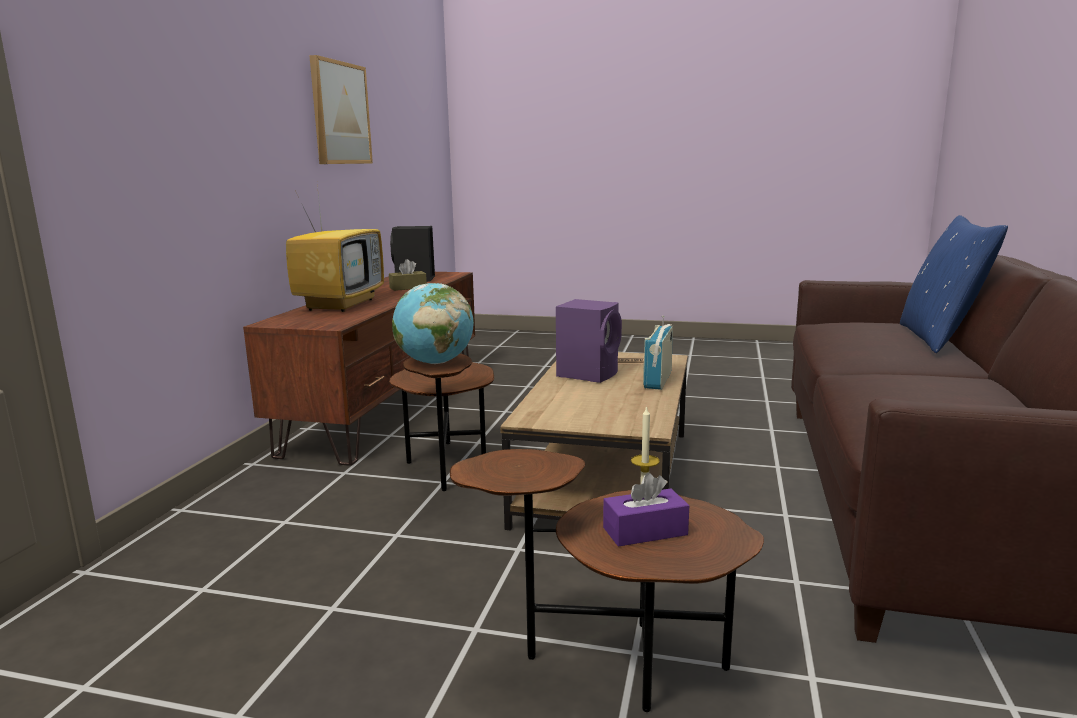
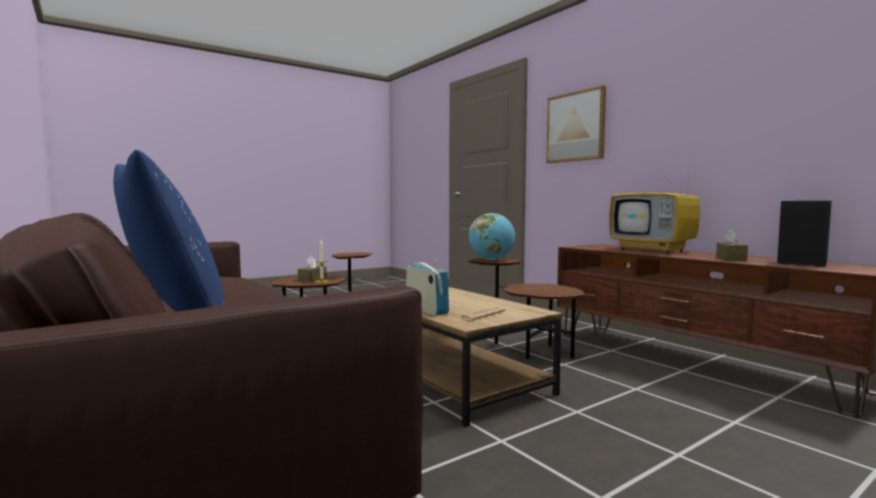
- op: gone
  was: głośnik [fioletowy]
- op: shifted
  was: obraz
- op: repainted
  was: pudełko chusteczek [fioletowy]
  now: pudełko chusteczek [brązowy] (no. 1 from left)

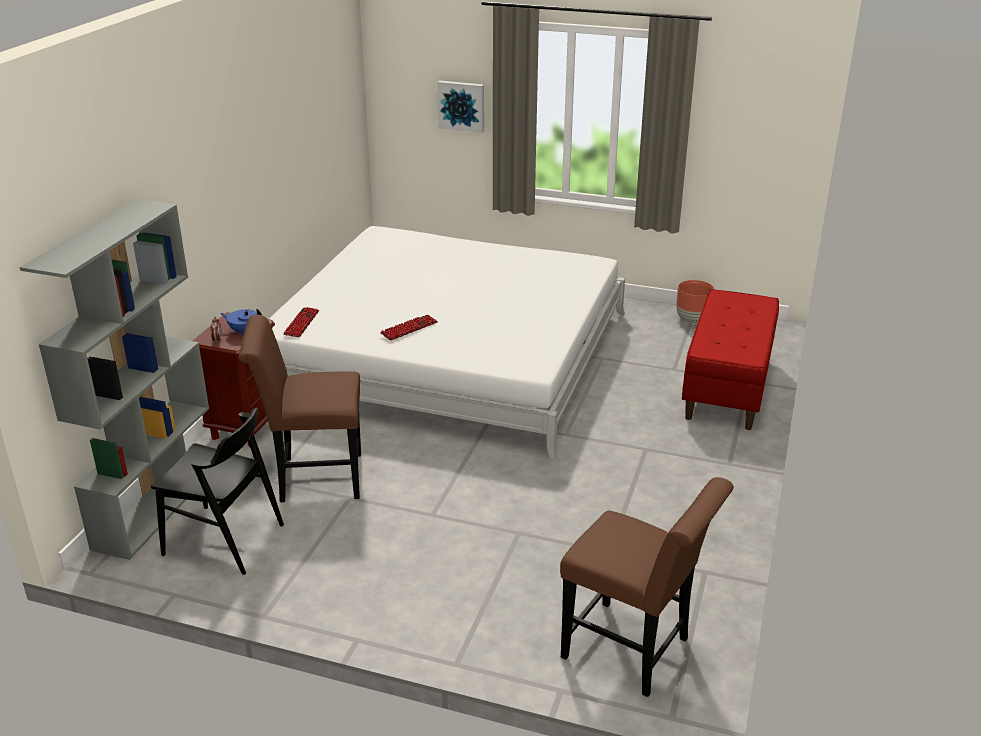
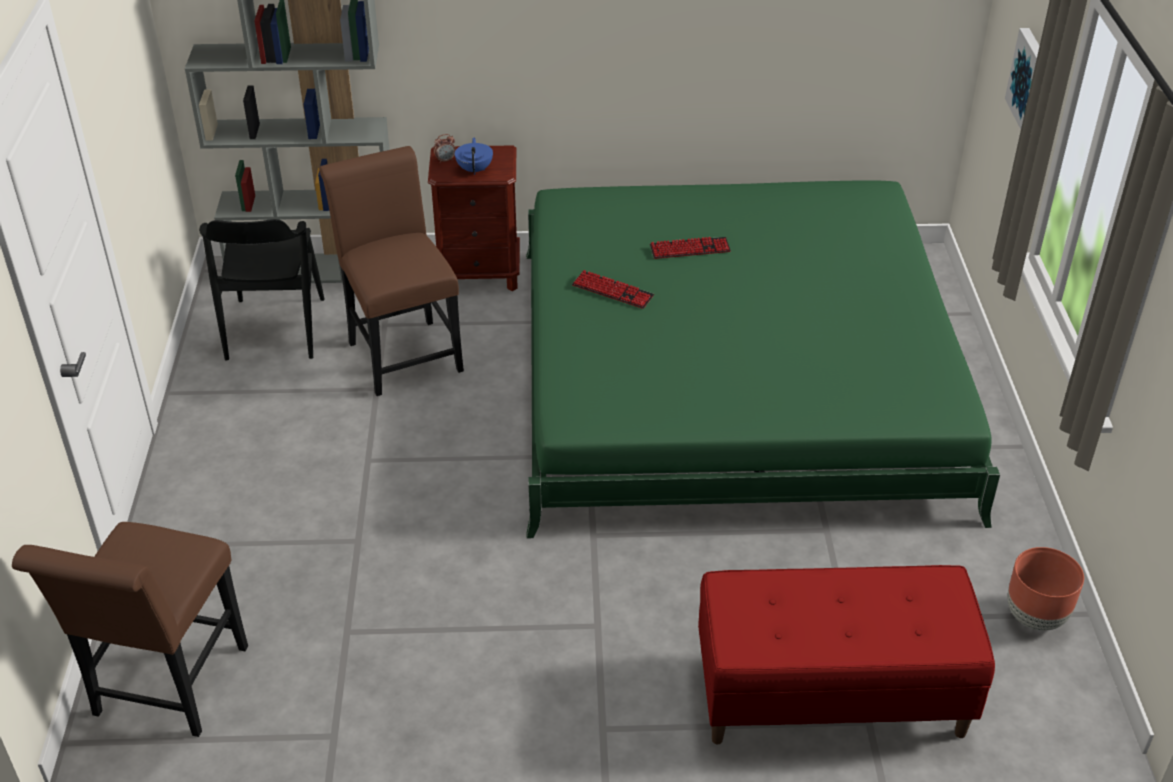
- op: shifted
  was: klawiatura (no. 1 from left in the first image)
  now: klawiatura (no. 2 from left)
- op: repainted
  was: łóżko [biały]
  now: łóżko [zielony]

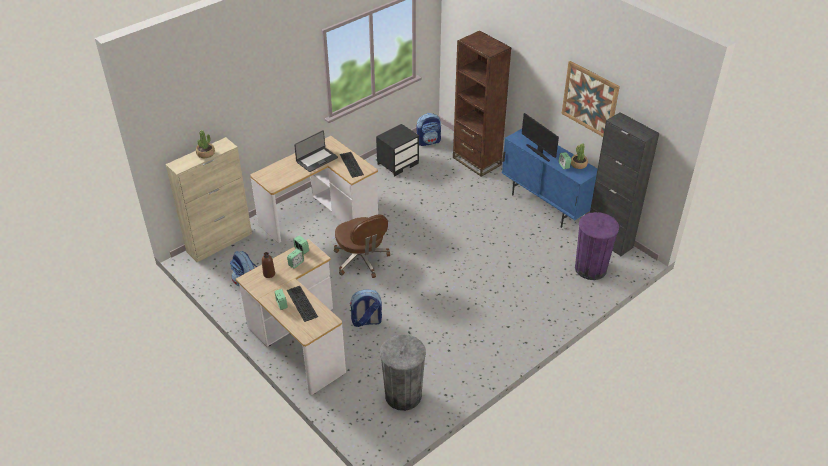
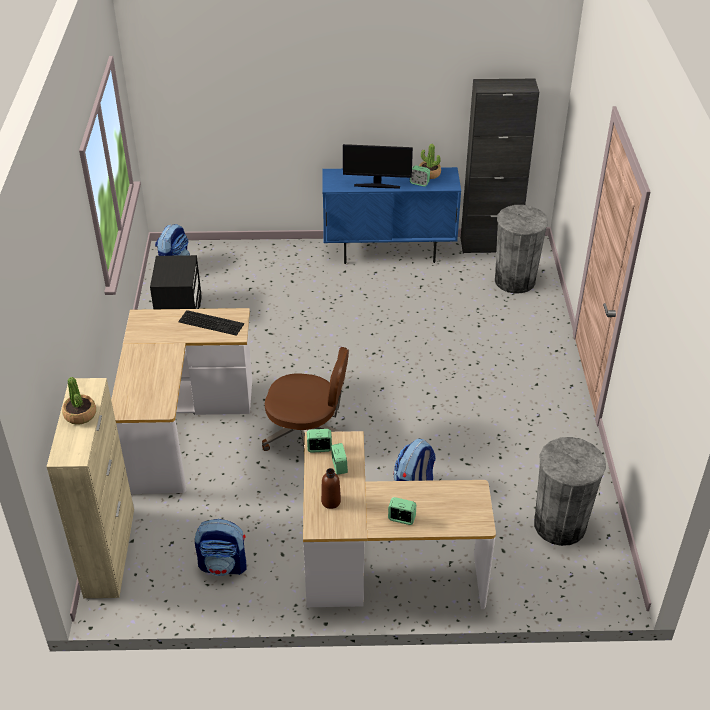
- op: gone
  was: klawiatura (no. 1 from left)
- op: gone
  was: laptop
- op: gone
  was: regał [brązowy]
- op: gone
  was: obraz
- op: repainted
  was: kosz na śmieci [fioletowy]
  now: kosz na śmieci [szary] (no. 1 from left)

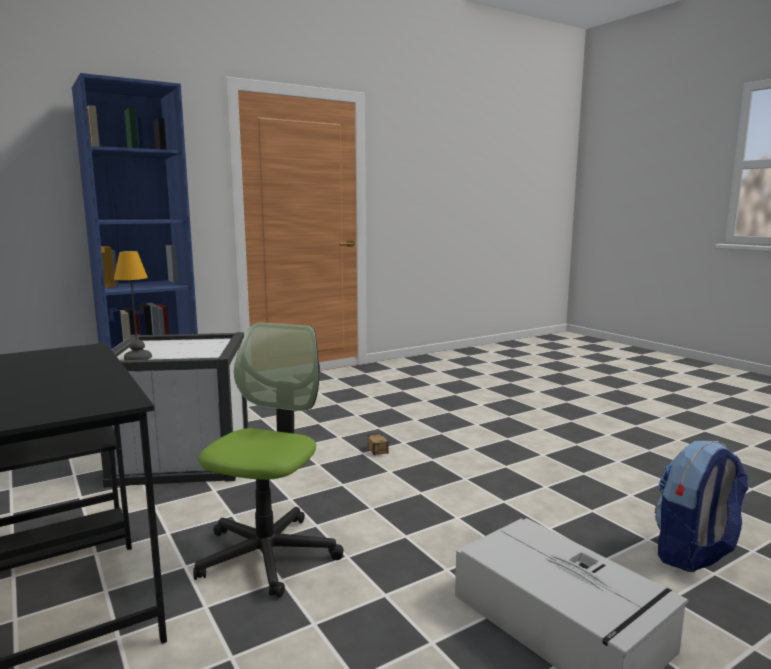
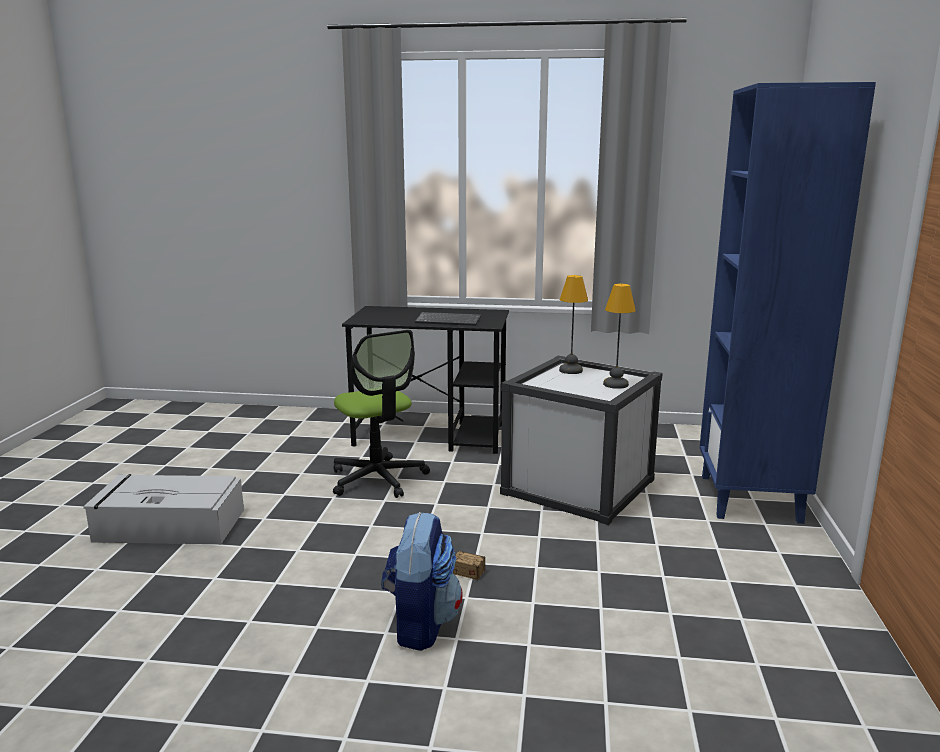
- op: new
  now: klawiatura
- op: new
  now: lampa stołowa (no. 2 from left)
- op: shifted
  was: plecak

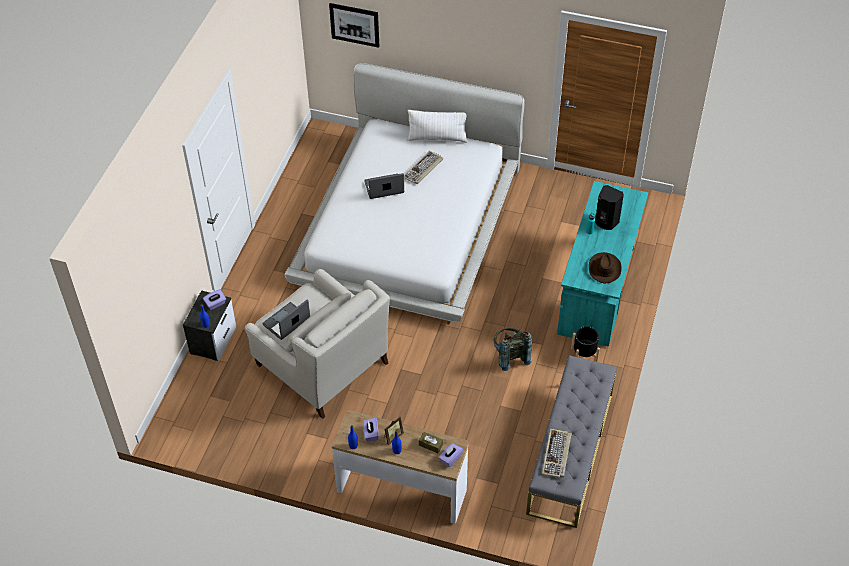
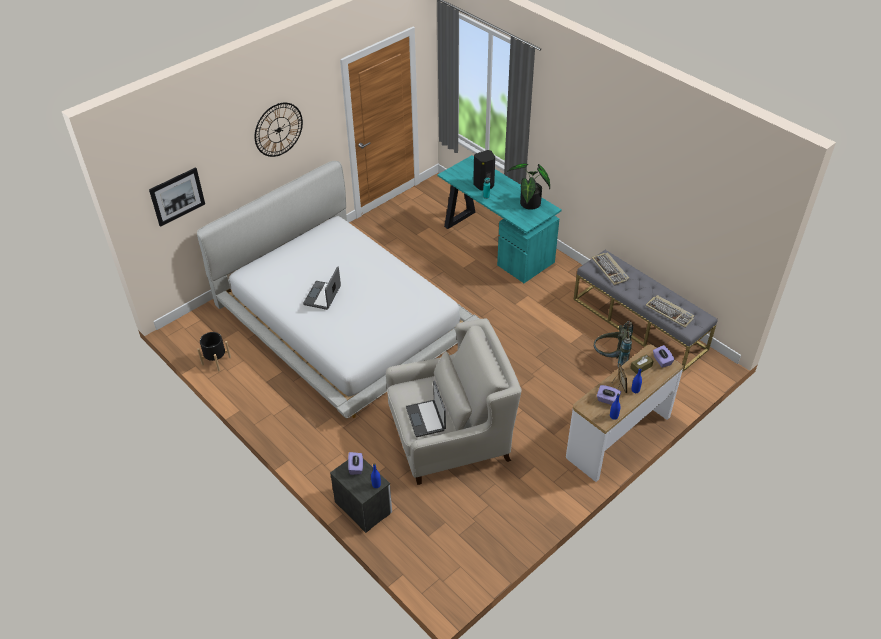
- op: gone
  was: poduszka [biały]
- op: new
  now: zegar ścienny
- op: shifted
  was: klawiatura (no. 1 from left)
- op: shifted
  was: plecak [szary]
- op: shifted
  was: donica [czarny]
- op: swapped
  was: kapelusz [brązowy]
  now: roślina doniczkowa

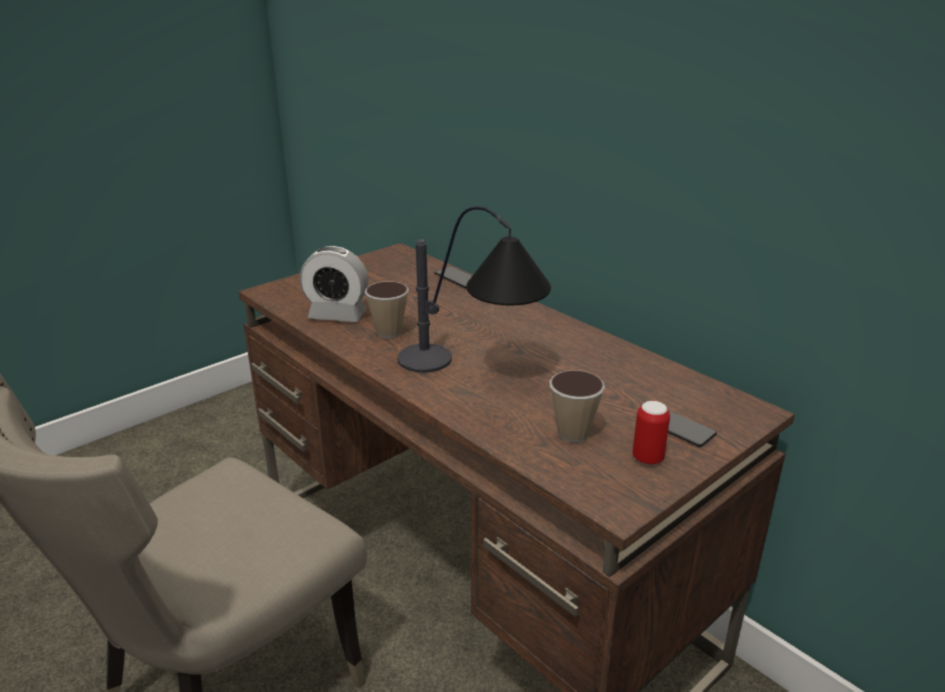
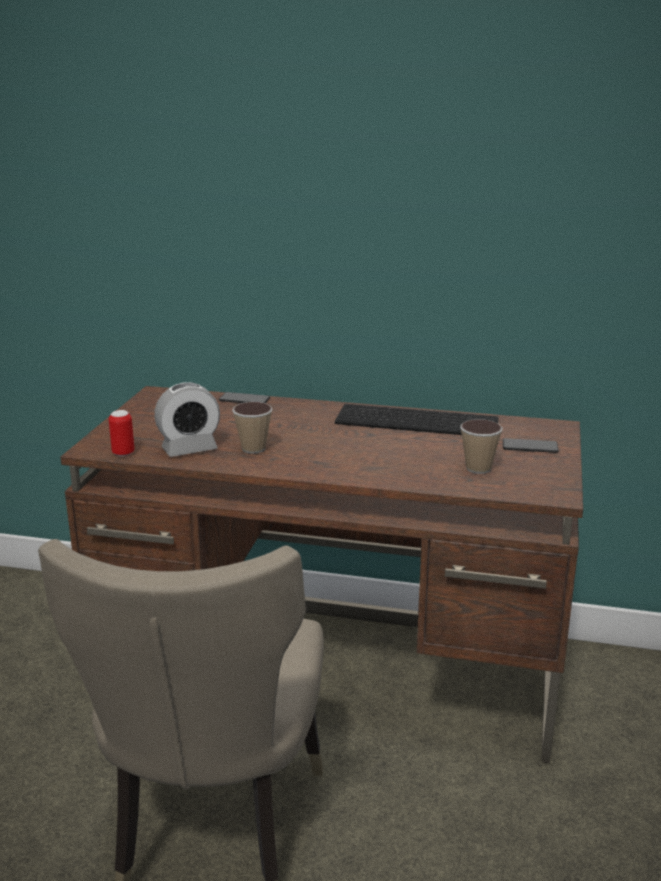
- op: gone
  was: lampa stołowa
- op: new
  now: klawiatura
- op: shifted
  was: puszka

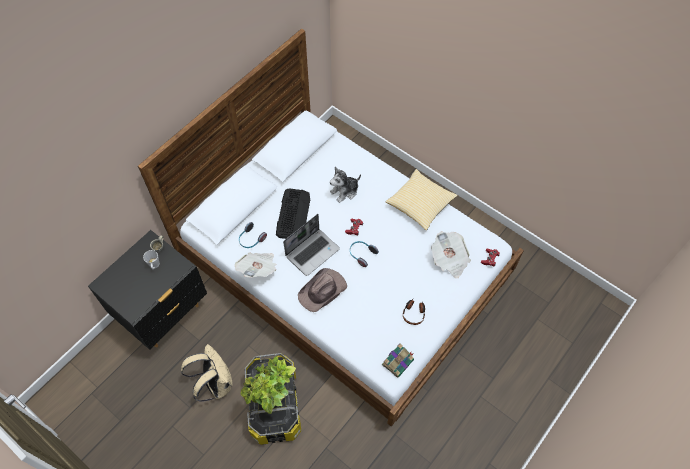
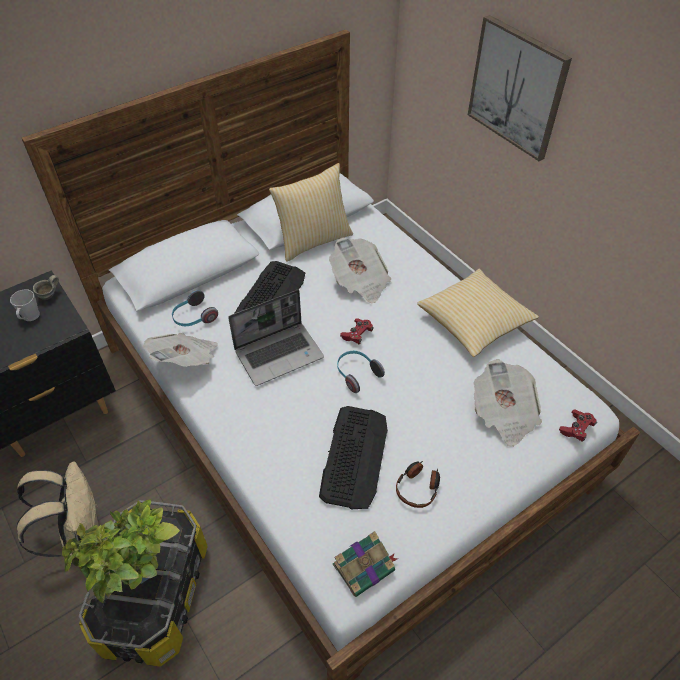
- op: gone
  was: kapelusz [brązowy]
- op: new
  now: poduszka (no. 1 from left)
- op: new
  now: klawiatura (no. 2 from left)
- op: new
  now: obraz
- op: swapped
  was: pluszak
  now: gazeta (no. 2 from left)

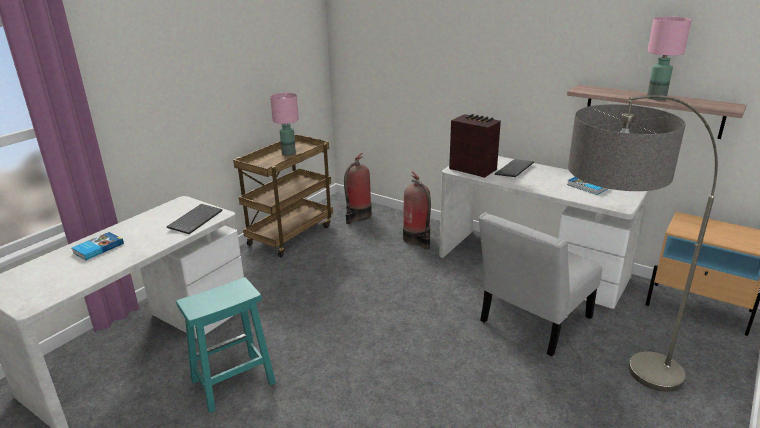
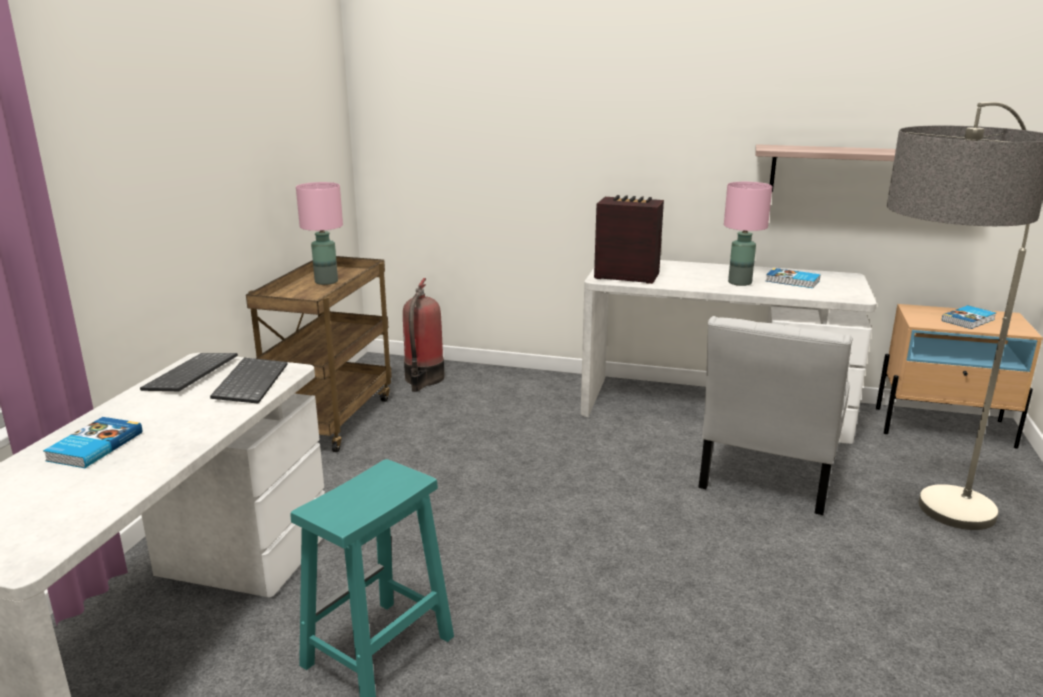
- op: gone
  was: gaśnica (no. 2 from left)
- op: new
  now: książka (no. 3 from left)
- op: shifted
  was: klawiatura (no. 2 from left in the first image)
  now: klawiatura (no. 1 from left)
- op: shifted
  was: lampa stołowa [różowy] (no. 2 from left)

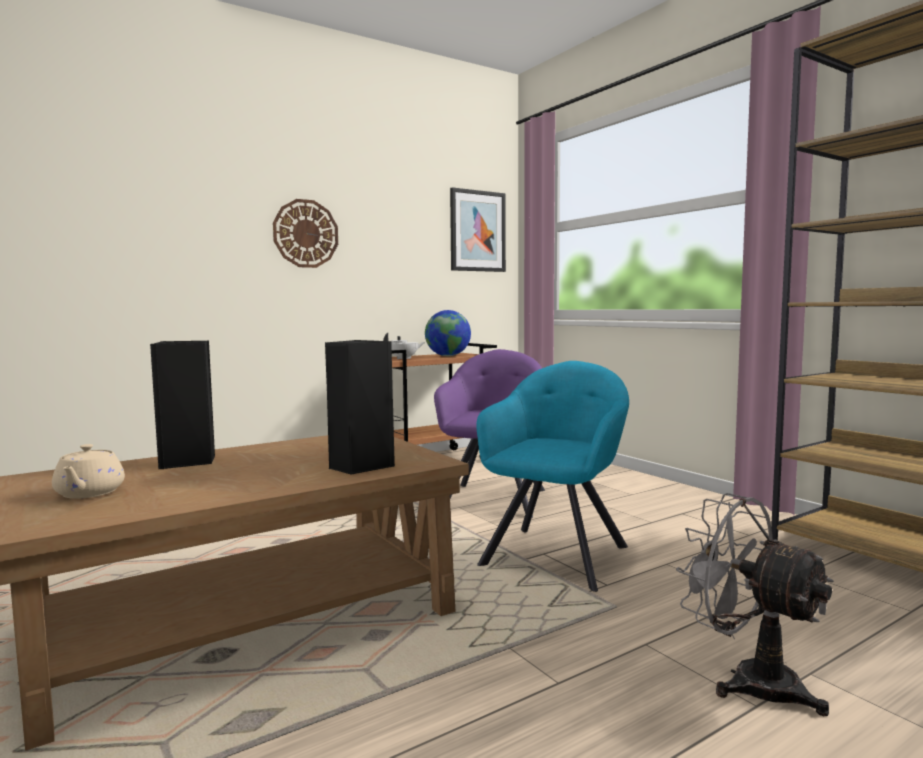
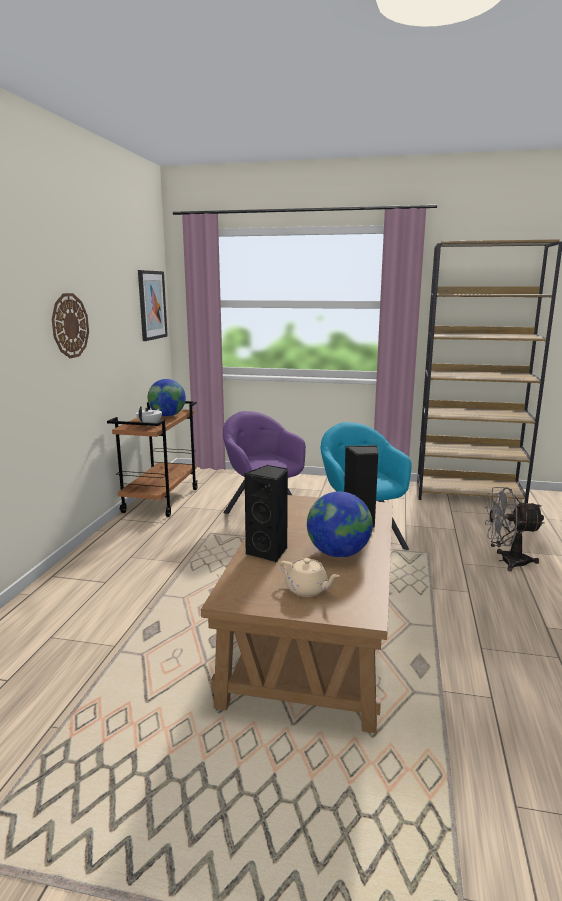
- op: new
  now: globus (no. 2 from left)

